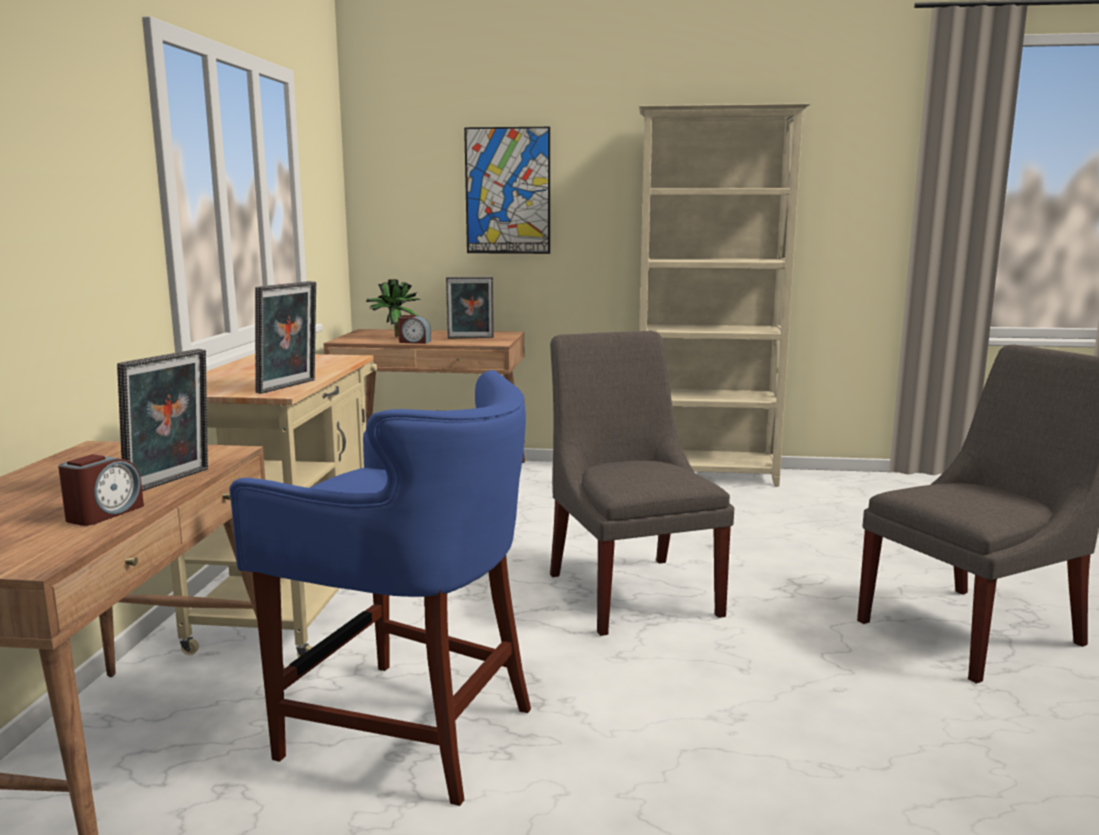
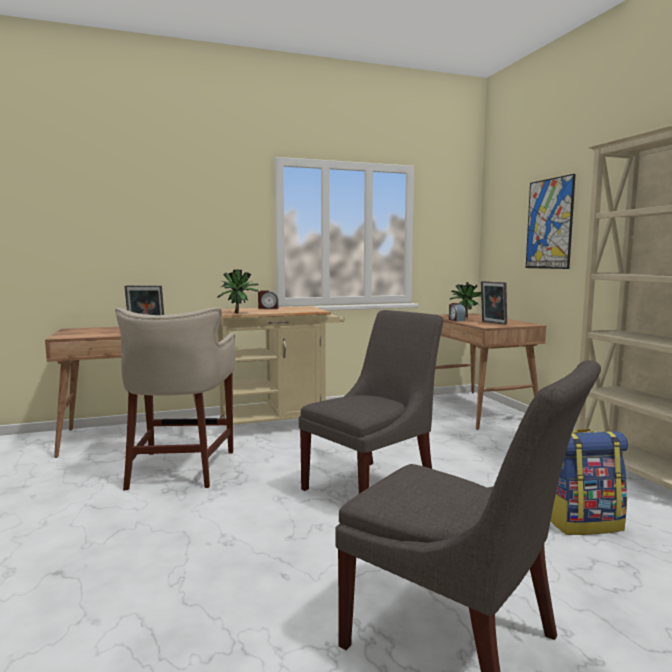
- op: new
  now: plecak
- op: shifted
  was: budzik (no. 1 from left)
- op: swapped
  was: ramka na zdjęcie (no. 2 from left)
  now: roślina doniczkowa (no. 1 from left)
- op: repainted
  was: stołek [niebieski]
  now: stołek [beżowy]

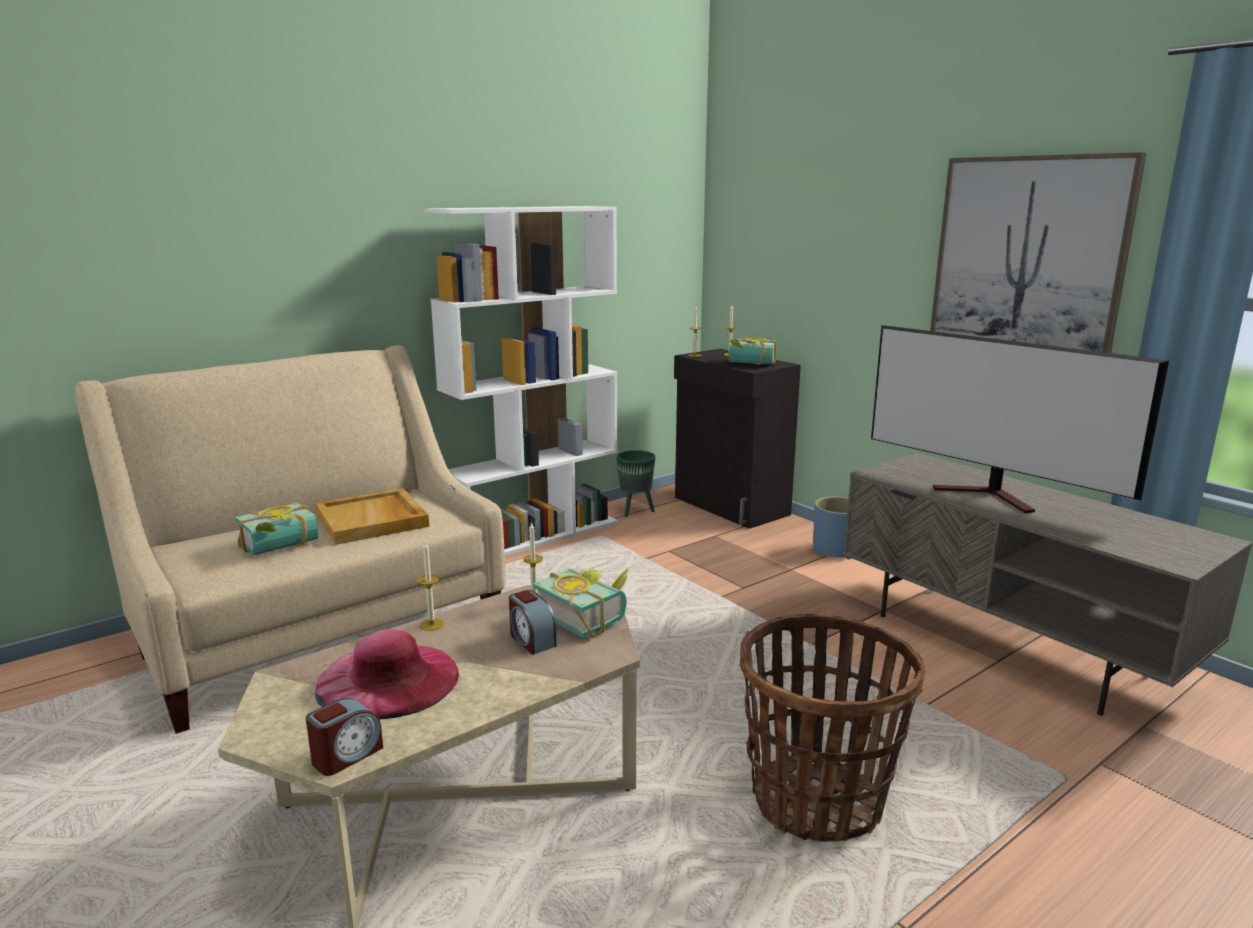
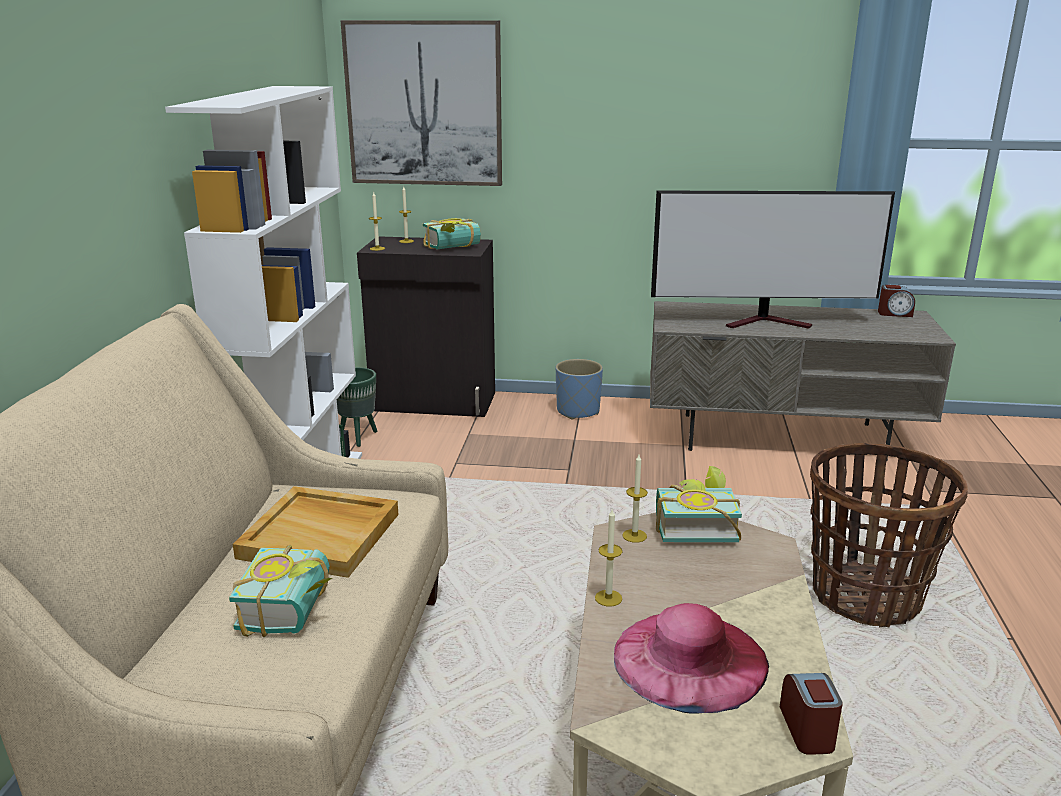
- op: shifted
  was: budzik (no. 2 from left)
- op: shifted
  was: obraz

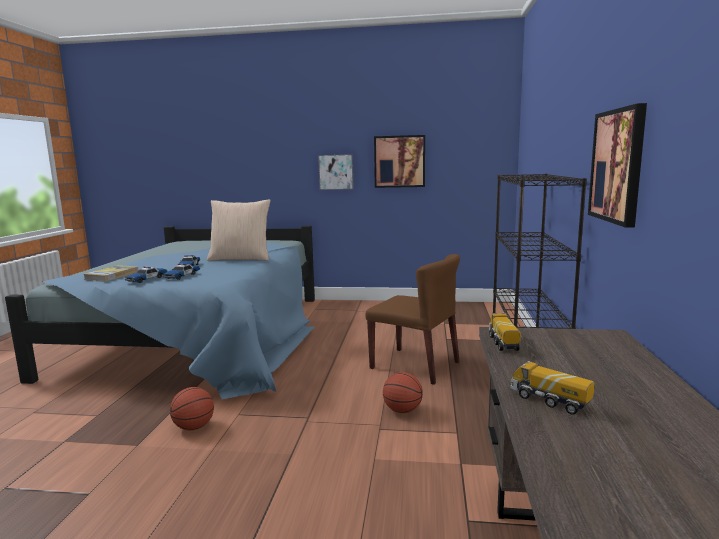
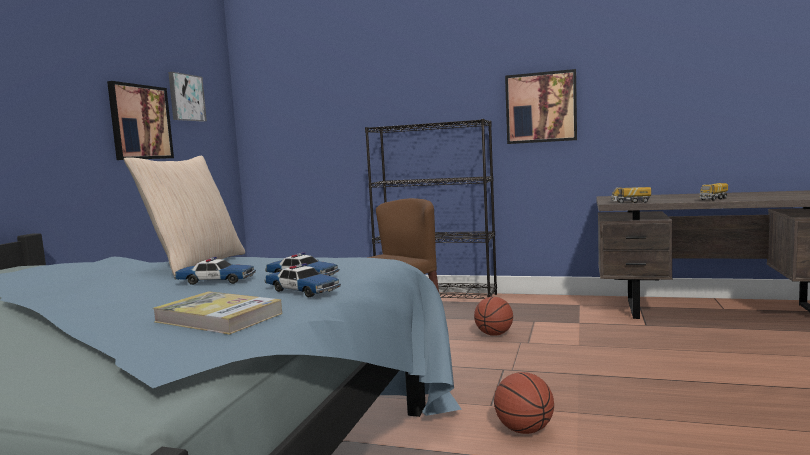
- op: shifted
  was: obraz (no. 1 from left in the first image)
  now: obraz (no. 2 from left)

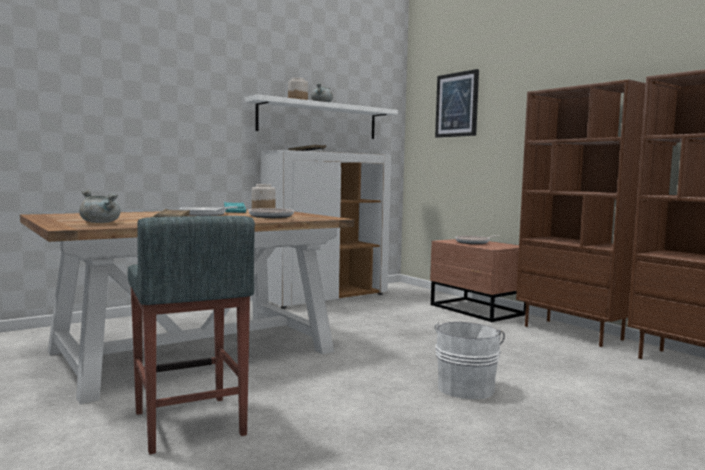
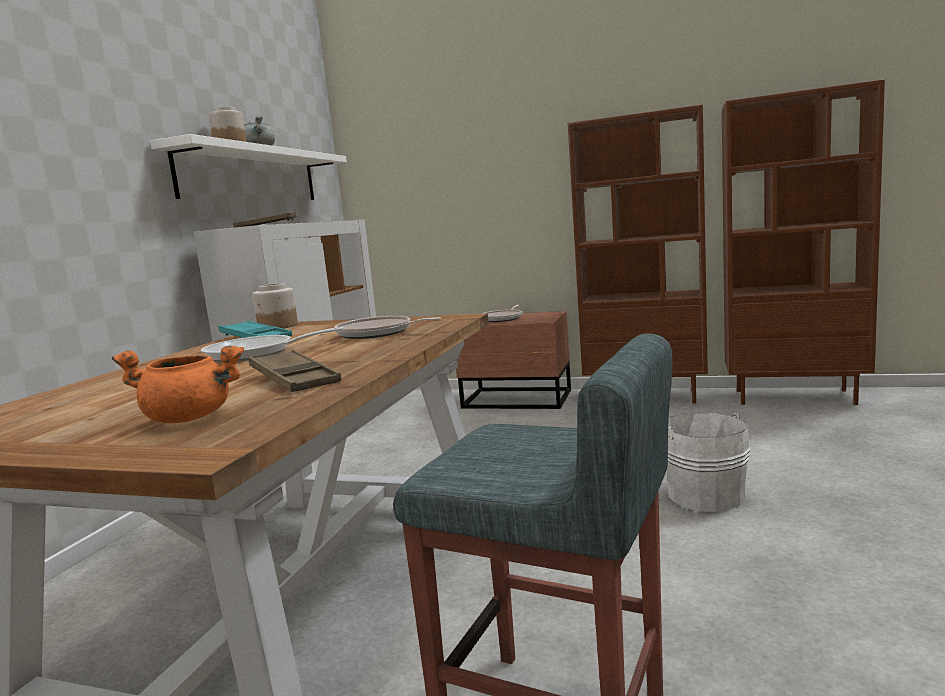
- op: gone
  was: obraz
- op: repainted
  was: garnek [szary] (no. 1 from left)
  now: garnek [pomarańczowy]

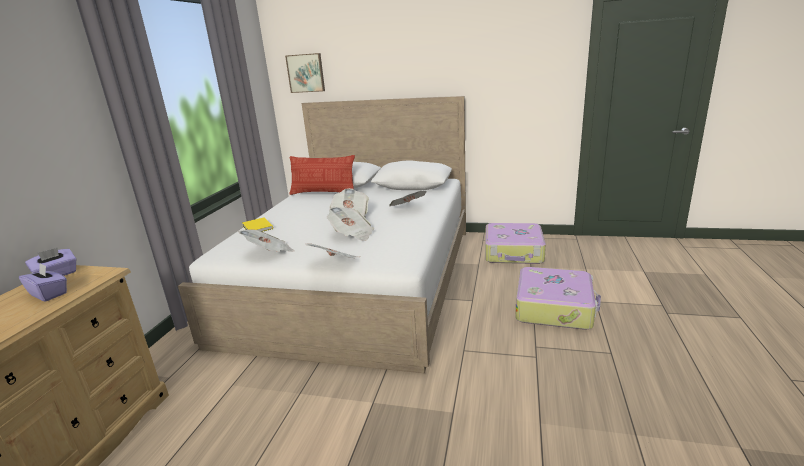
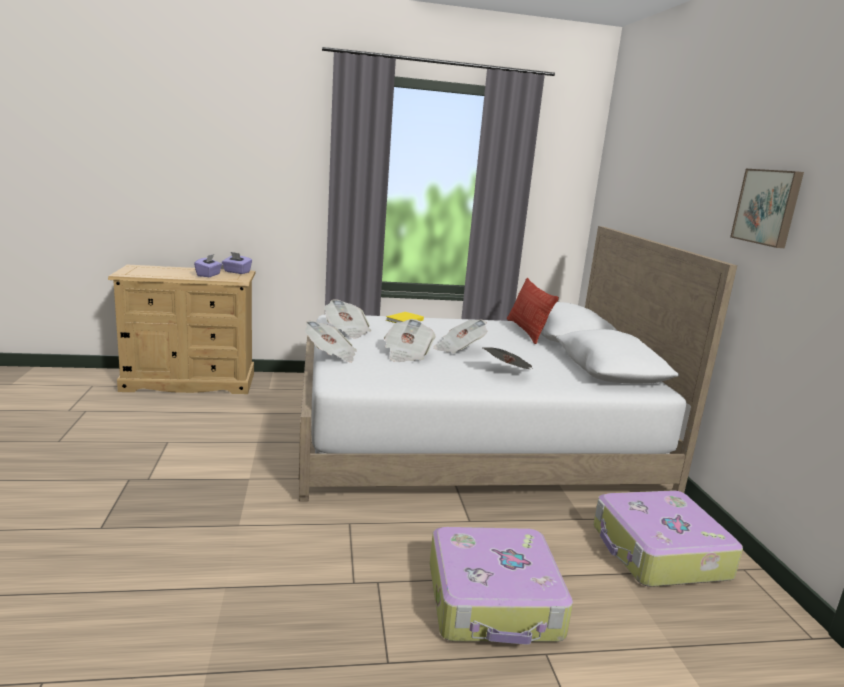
- op: shifted
  was: obraz

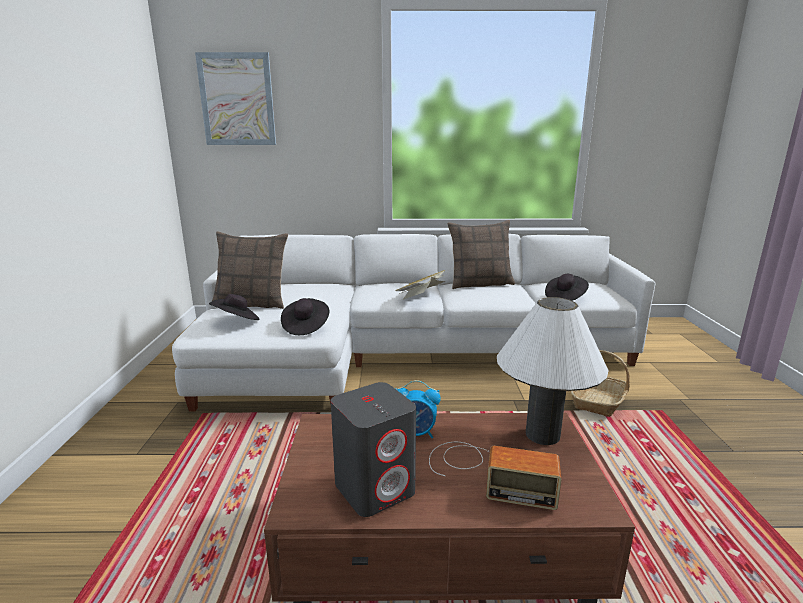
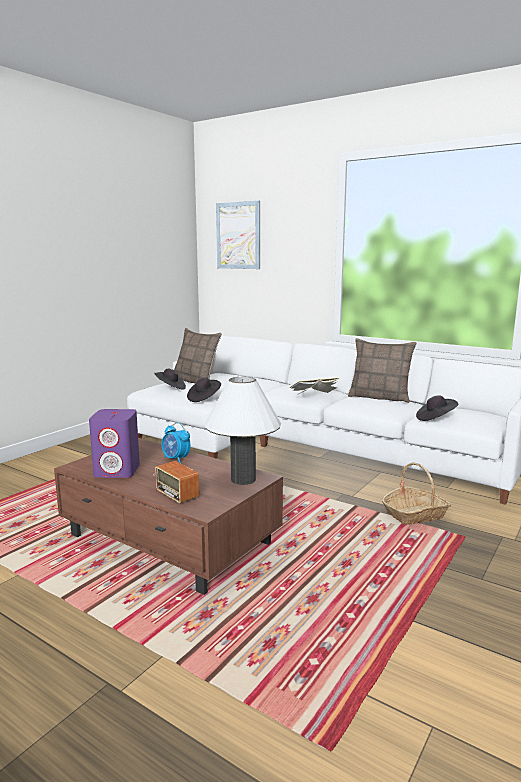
- op: repainted
  was: głośnik [szary]
  now: głośnik [fioletowy]

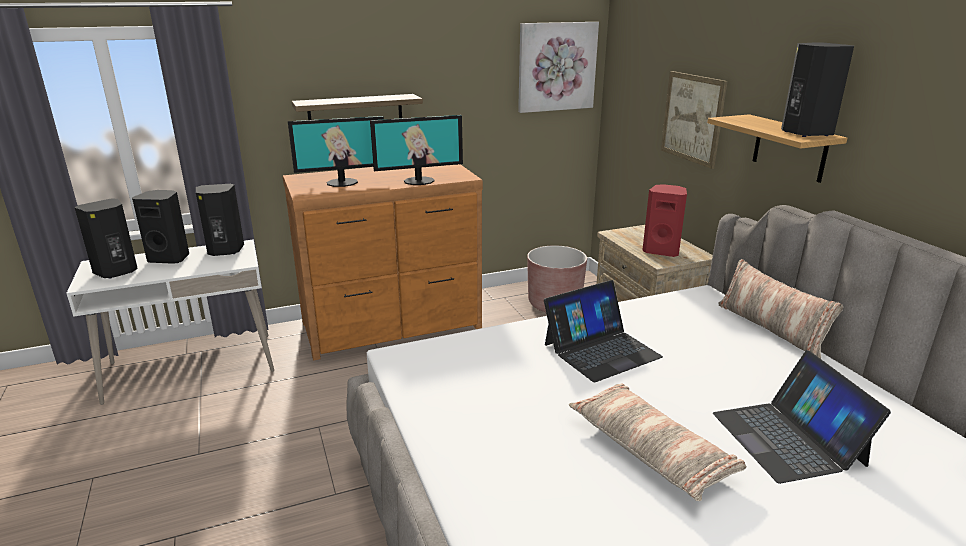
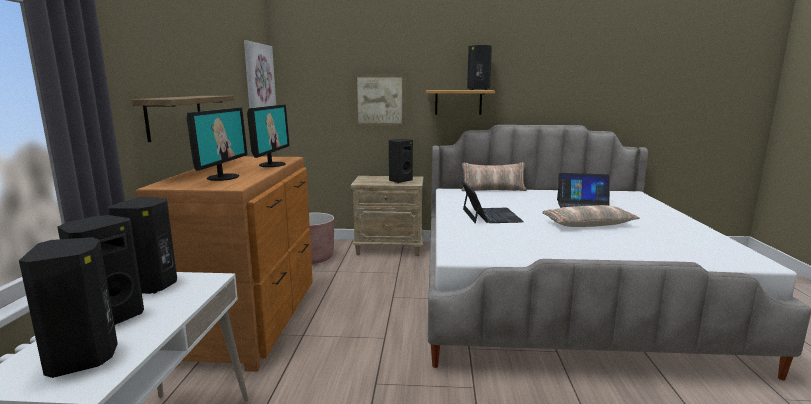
- op: repainted
  was: głośnik [czerwony]
  now: głośnik [czarny] (no. 4 from left)

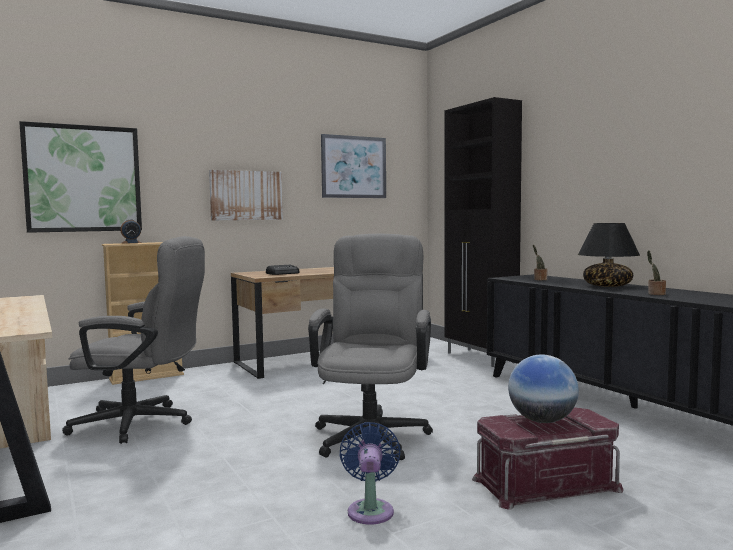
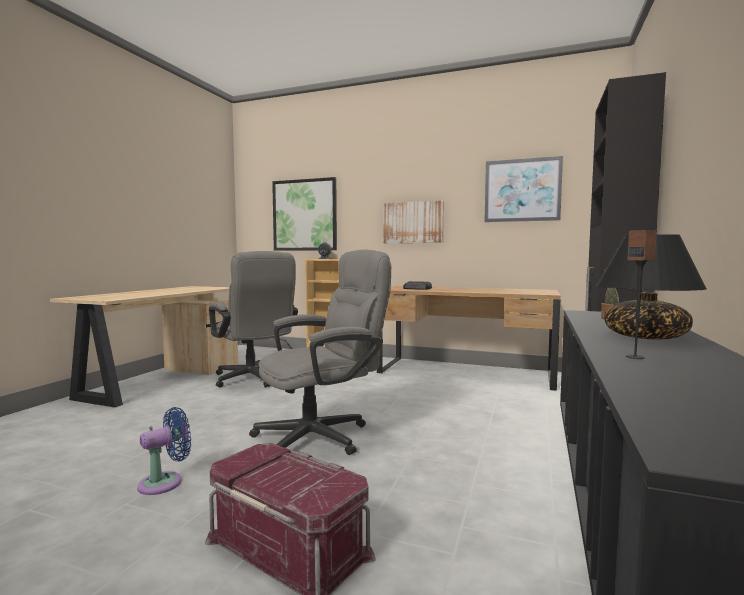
- op: gone
  was: globus
- op: swapped
  was: roślina doniczkowa (no. 2 from left)
  now: głośnik

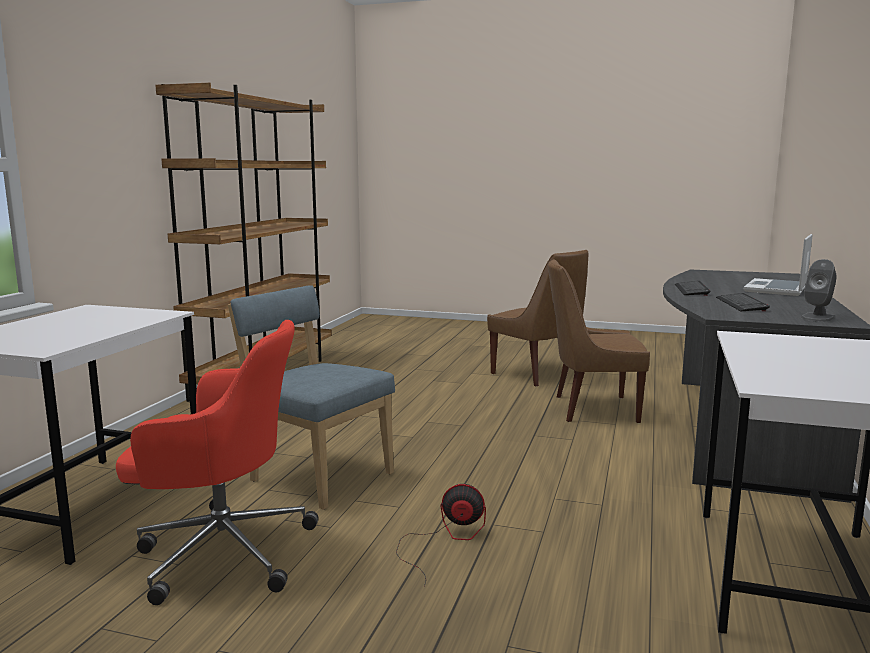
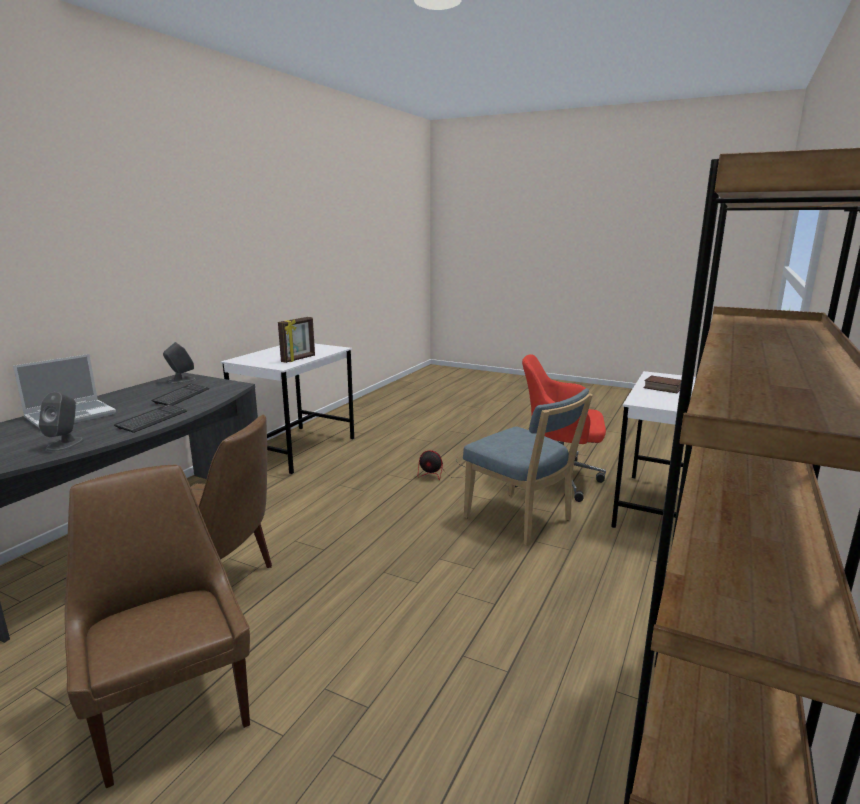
- op: new
  now: głośnik [szary] (no. 1 from left)
- op: new
  now: ramka na zdjęcie
- op: new
  now: książka

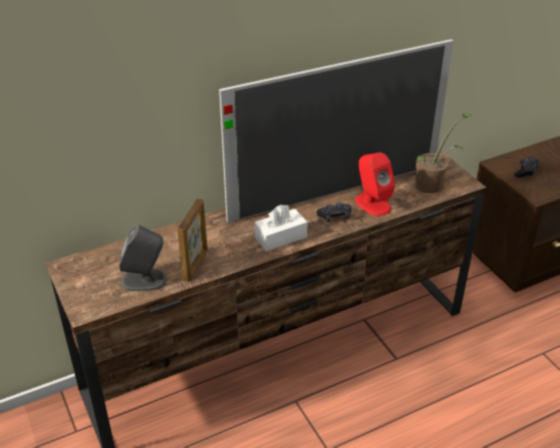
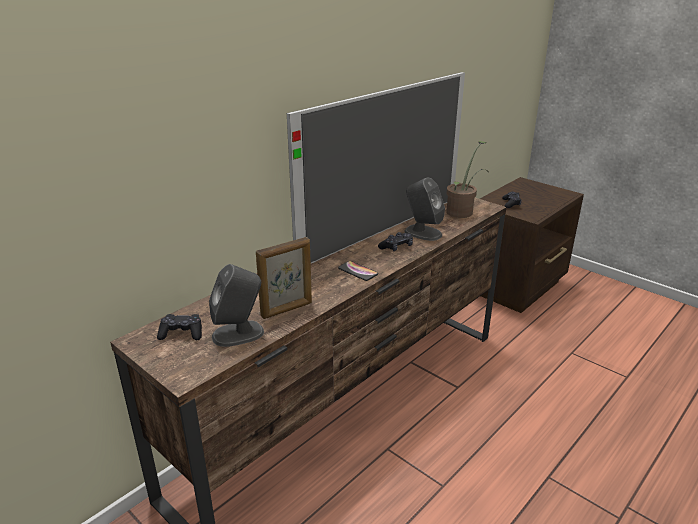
- op: new
  now: pad do gier [czarny] (no. 1 from left)
- op: swapped
  was: pudełko chusteczek [biały]
  now: telefon
- op: repainted
  was: głośnik [czerwony]
  now: głośnik [szary] (no. 2 from left)
- op: rotated
  was: ramka na zdjęcie
  clockwise: 60

